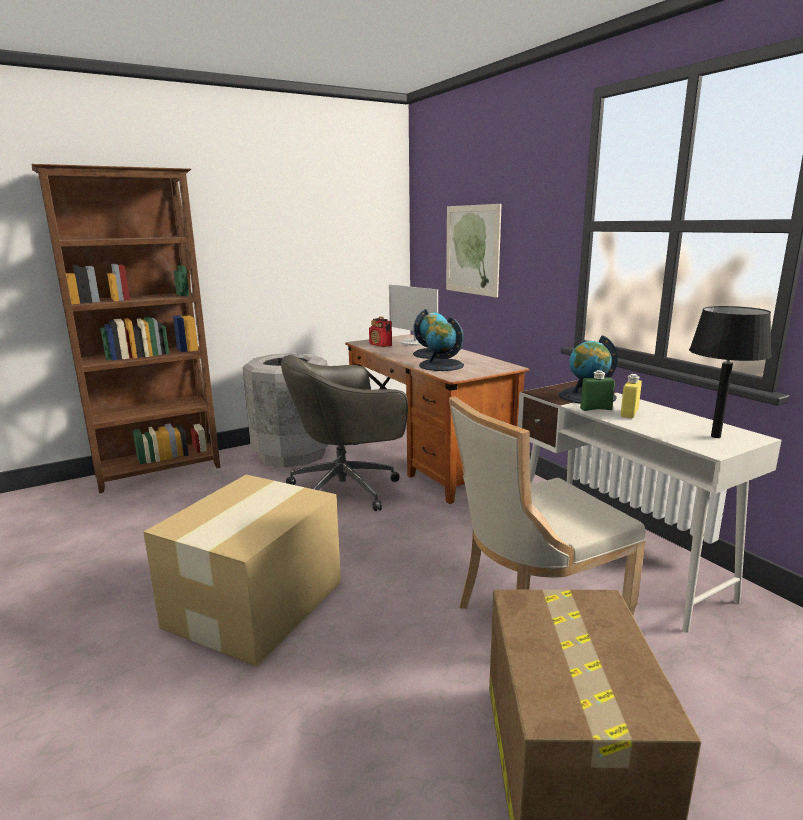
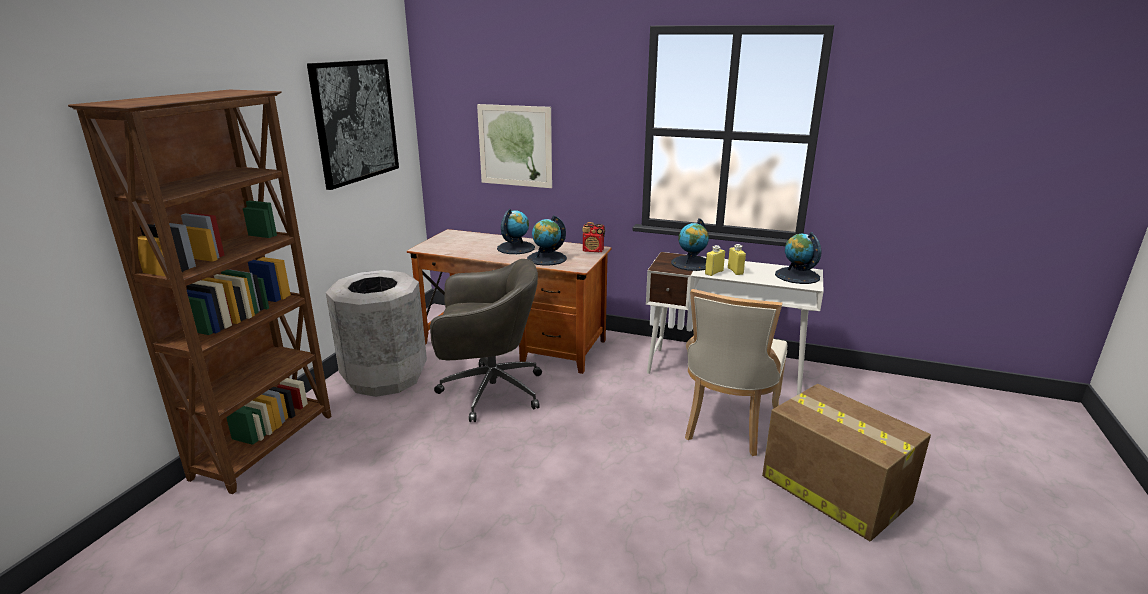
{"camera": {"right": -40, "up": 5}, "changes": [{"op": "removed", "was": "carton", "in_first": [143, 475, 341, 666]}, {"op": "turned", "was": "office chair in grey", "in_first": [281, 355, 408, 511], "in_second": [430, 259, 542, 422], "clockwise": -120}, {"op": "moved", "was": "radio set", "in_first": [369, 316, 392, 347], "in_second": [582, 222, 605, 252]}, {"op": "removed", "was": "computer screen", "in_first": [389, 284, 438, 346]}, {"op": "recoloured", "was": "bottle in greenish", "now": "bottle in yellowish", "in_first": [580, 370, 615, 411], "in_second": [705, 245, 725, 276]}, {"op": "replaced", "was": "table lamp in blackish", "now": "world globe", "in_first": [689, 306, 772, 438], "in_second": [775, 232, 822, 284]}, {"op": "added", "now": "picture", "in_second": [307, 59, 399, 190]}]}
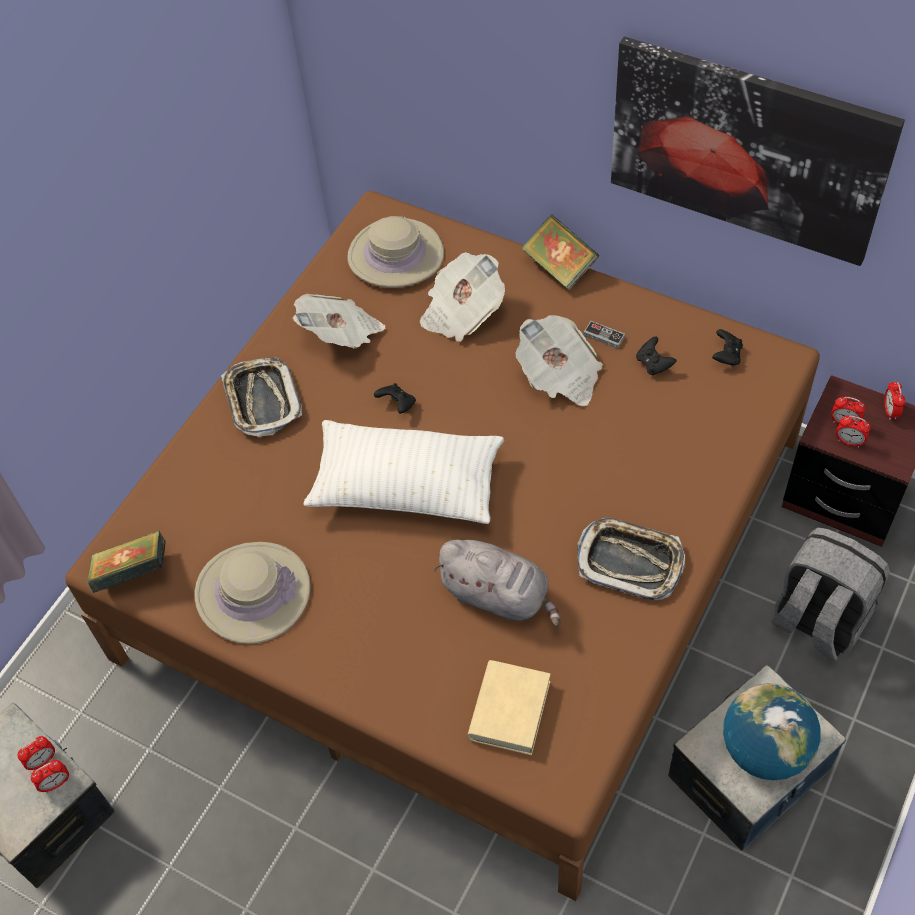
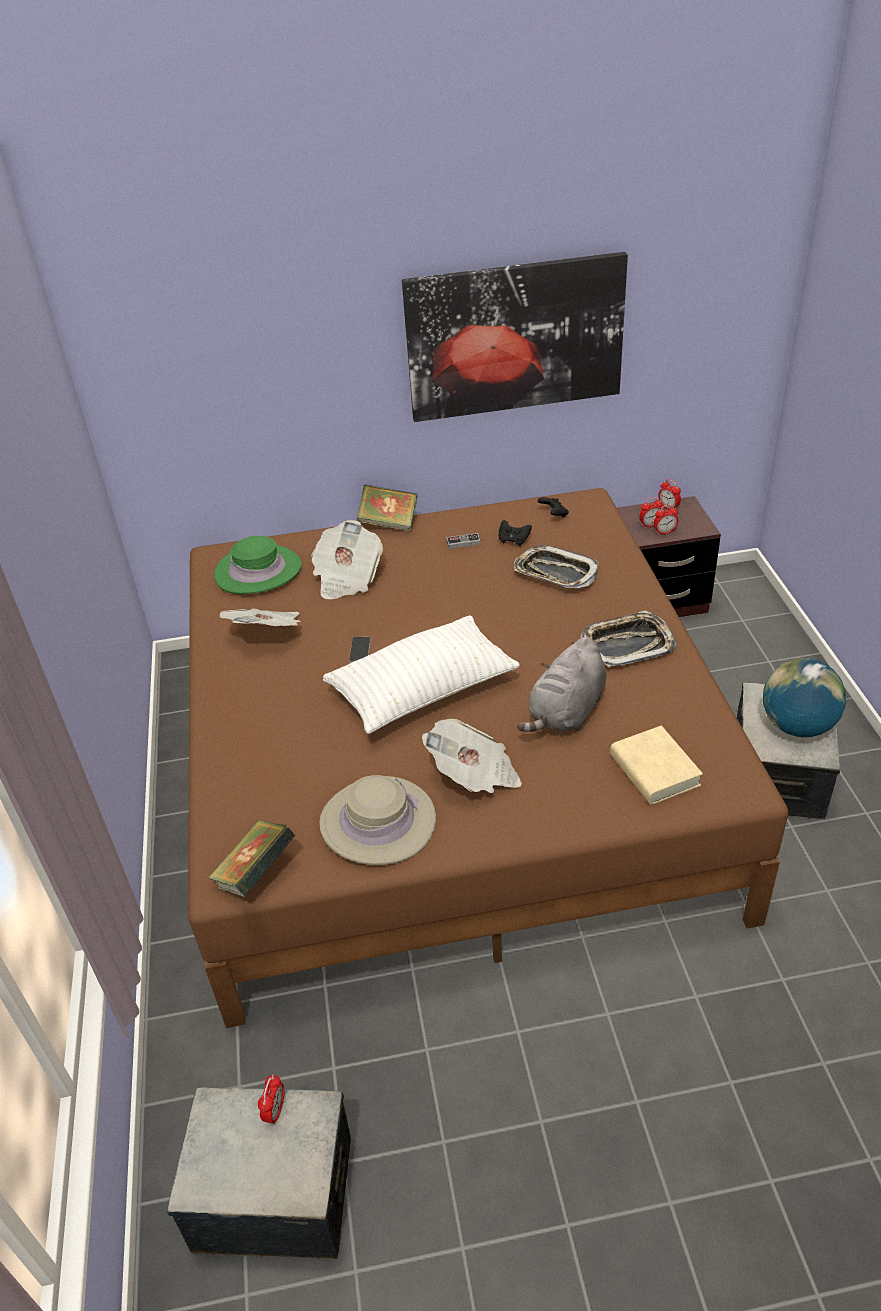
{"camera": {"right": -40, "up": -15}, "changes": [{"op": "removed", "was": "table clock", "in_first": [31, 760, 69, 792]}, {"op": "moved", "was": "serving tray", "in_first": [221, 357, 302, 437], "in_second": [514, 545, 598, 588]}, {"op": "recoloured", "was": "clothing hat in beige-coloured", "now": "clothing hat in greenish", "in_first": [347, 216, 444, 288], "in_second": [214, 536, 302, 594]}, {"op": "replaced", "was": "game controller in blackish", "now": "phone", "in_first": [374, 383, 416, 414], "in_second": [349, 637, 371, 663]}, {"op": "turned", "was": "soft toy in grey", "in_first": [433, 540, 561, 627], "in_second": [517, 637, 606, 732], "clockwise": 135}, {"op": "moved", "was": "daily paper", "in_first": [515, 315, 603, 406], "in_second": [422, 719, 522, 793]}, {"op": "removed", "was": "knapsack in grey", "in_first": [771, 527, 890, 661]}]}
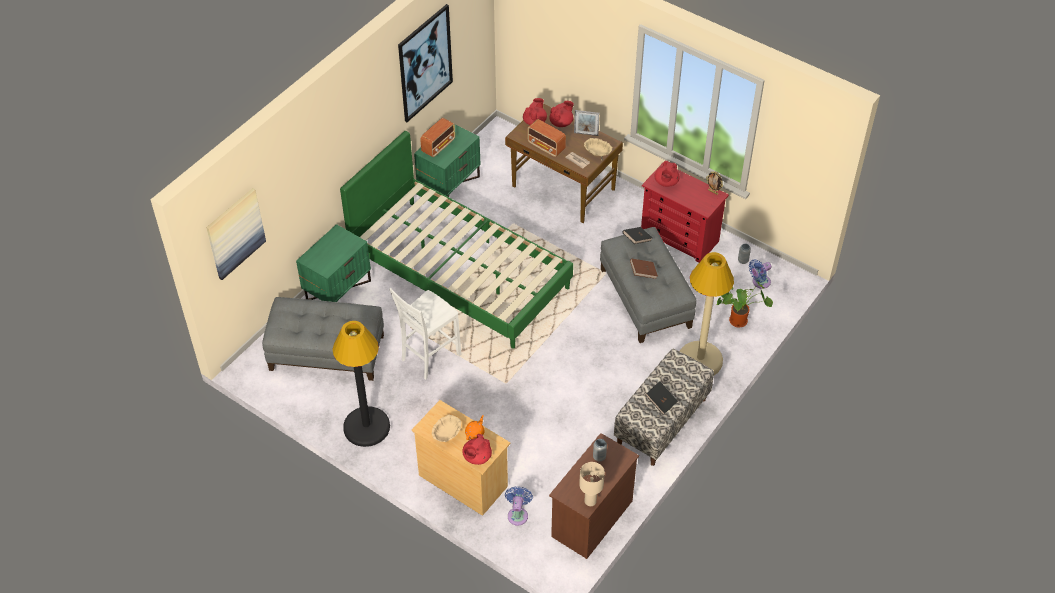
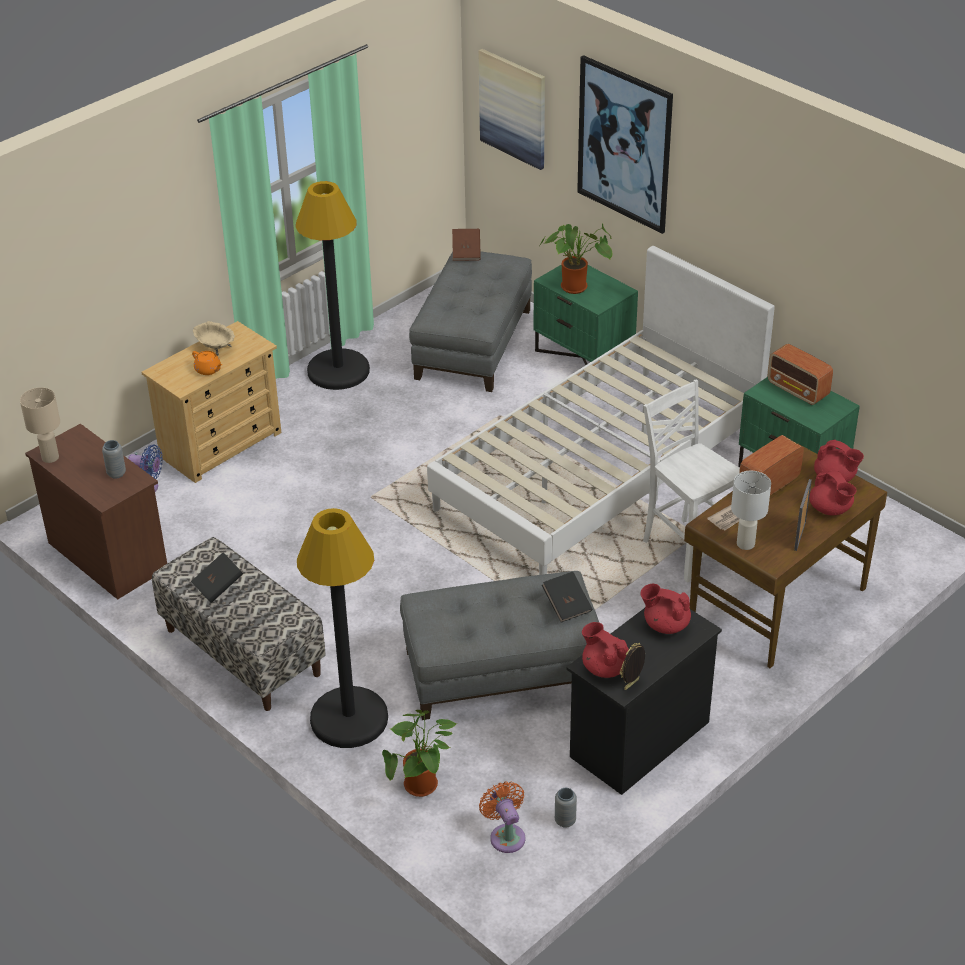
{"camera": {"right": 100, "up": -10}, "changes": [{"op": "recoloured", "was": "bedroom bed in greenish", "now": "bedroom bed in whitish", "in_first": [340, 131, 573, 348], "in_second": [427, 246, 775, 575]}, {"op": "moved", "was": "upright chair in whitish", "in_first": [389, 288, 461, 380], "in_second": [643, 380, 740, 583]}, {"op": "moved", "was": "picture", "in_first": [398, 4, 453, 122], "in_second": [577, 55, 673, 234]}, {"op": "moved", "was": "tea pot in reddish", "in_first": [463, 434, 492, 465], "in_second": [582, 622, 629, 678]}, {"op": "replaced", "was": "bowl in beige-coloured", "now": "table lamp in whitish", "in_first": [584, 138, 613, 160], "in_second": [731, 471, 771, 550]}, {"op": "moved", "was": "volume in brown-coloured", "in_first": [630, 258, 658, 279], "in_second": [452, 229, 481, 261]}, {"op": "recoloured", "was": "drawer chest in reddish", "now": "drawer chest in blackish", "in_first": [641, 163, 729, 263], "in_second": [566, 608, 722, 795]}, {"op": "recoloured", "was": "floor lamp in beige-coloured", "now": "floor lamp in blackish", "in_first": [680, 252, 734, 375], "in_second": [297, 508, 388, 748]}, {"op": "recoloured", "was": "fan in bluish", "now": "fan in orange-coloured", "in_first": [749, 260, 772, 289], "in_second": [479, 781, 525, 853]}, {"op": "added", "now": "houseplant", "in_second": [539, 223, 613, 294]}]}
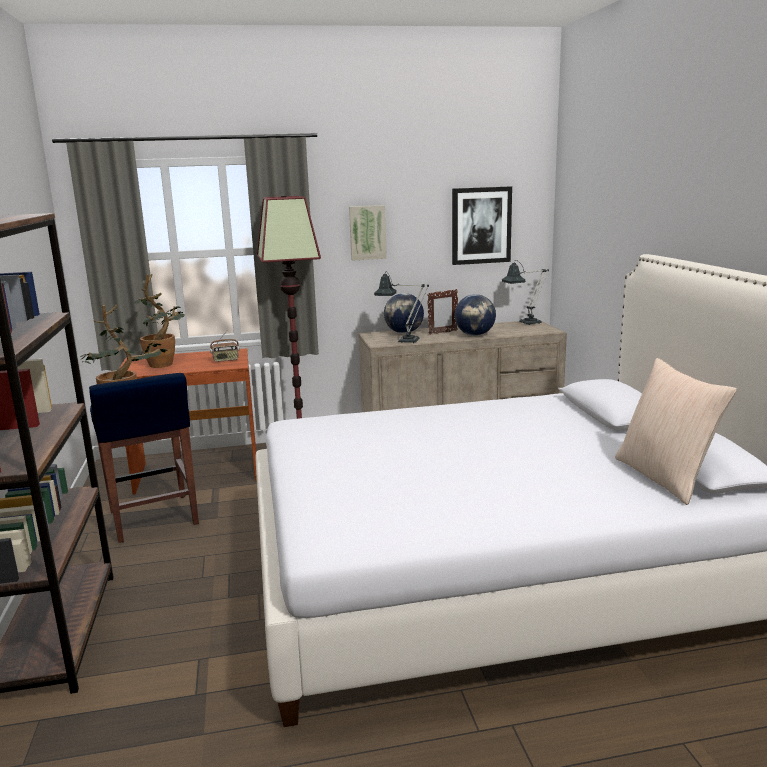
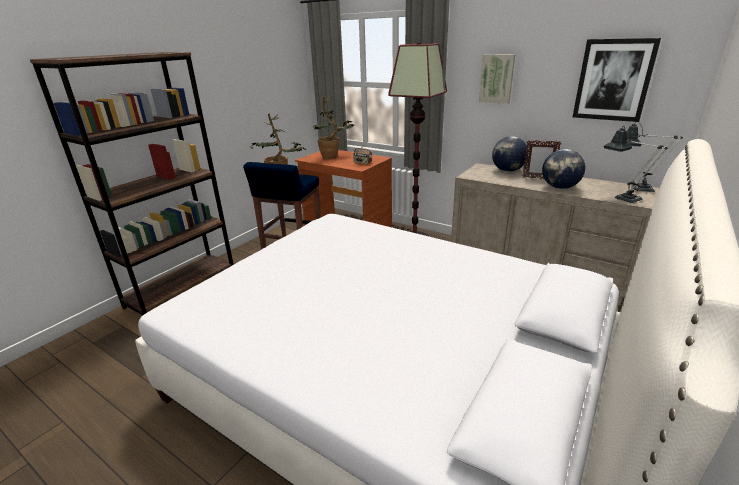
{"camera": {"right": 45, "up": 10}, "changes": [{"op": "moved", "was": "table lamp", "in_first": [374, 271, 429, 343], "in_second": [604, 125, 668, 203]}, {"op": "removed", "was": "throw pillow in beige-coloured", "in_first": [615, 358, 737, 505]}]}
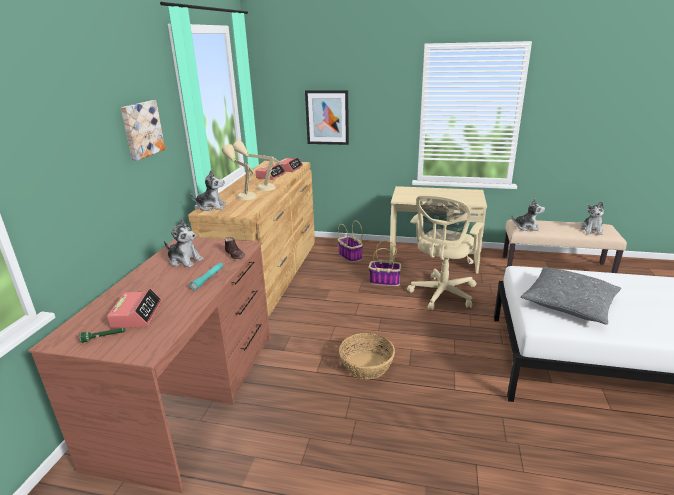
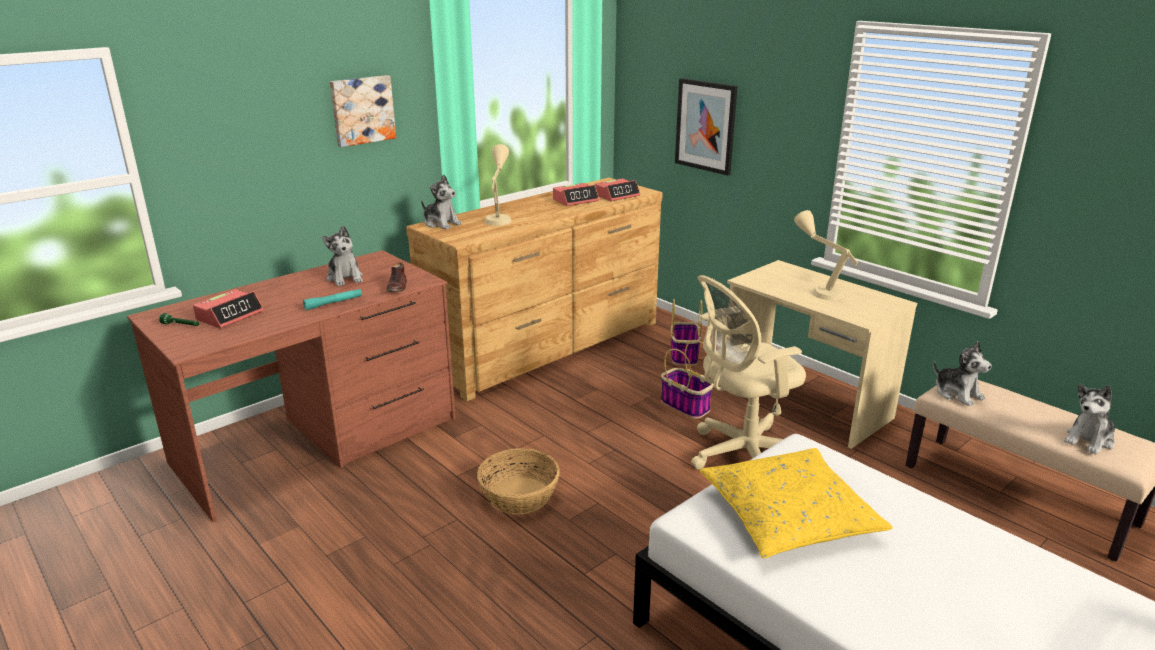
{"camera": {"right": 35, "up": 0}, "changes": [{"op": "moved", "was": "table lamp in beige-coloured", "in_first": [233, 140, 281, 191], "in_second": [794, 210, 858, 300]}, {"op": "recoloured", "was": "throw pillow in grey", "now": "throw pillow in yellowish", "in_first": [521, 267, 621, 325], "in_second": [699, 448, 893, 558]}]}
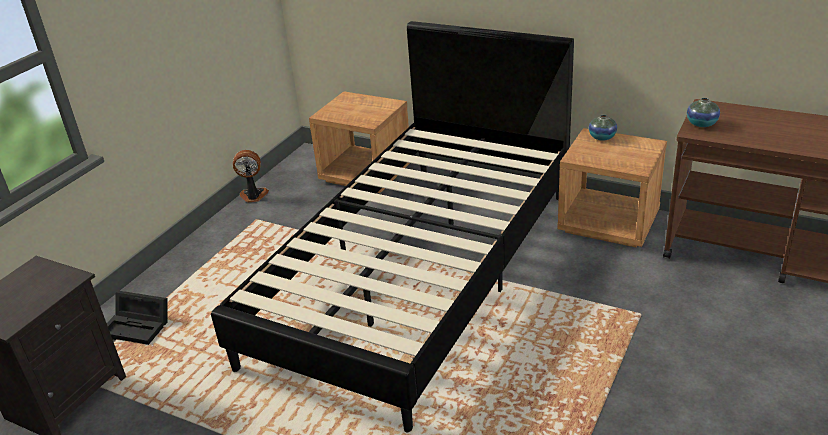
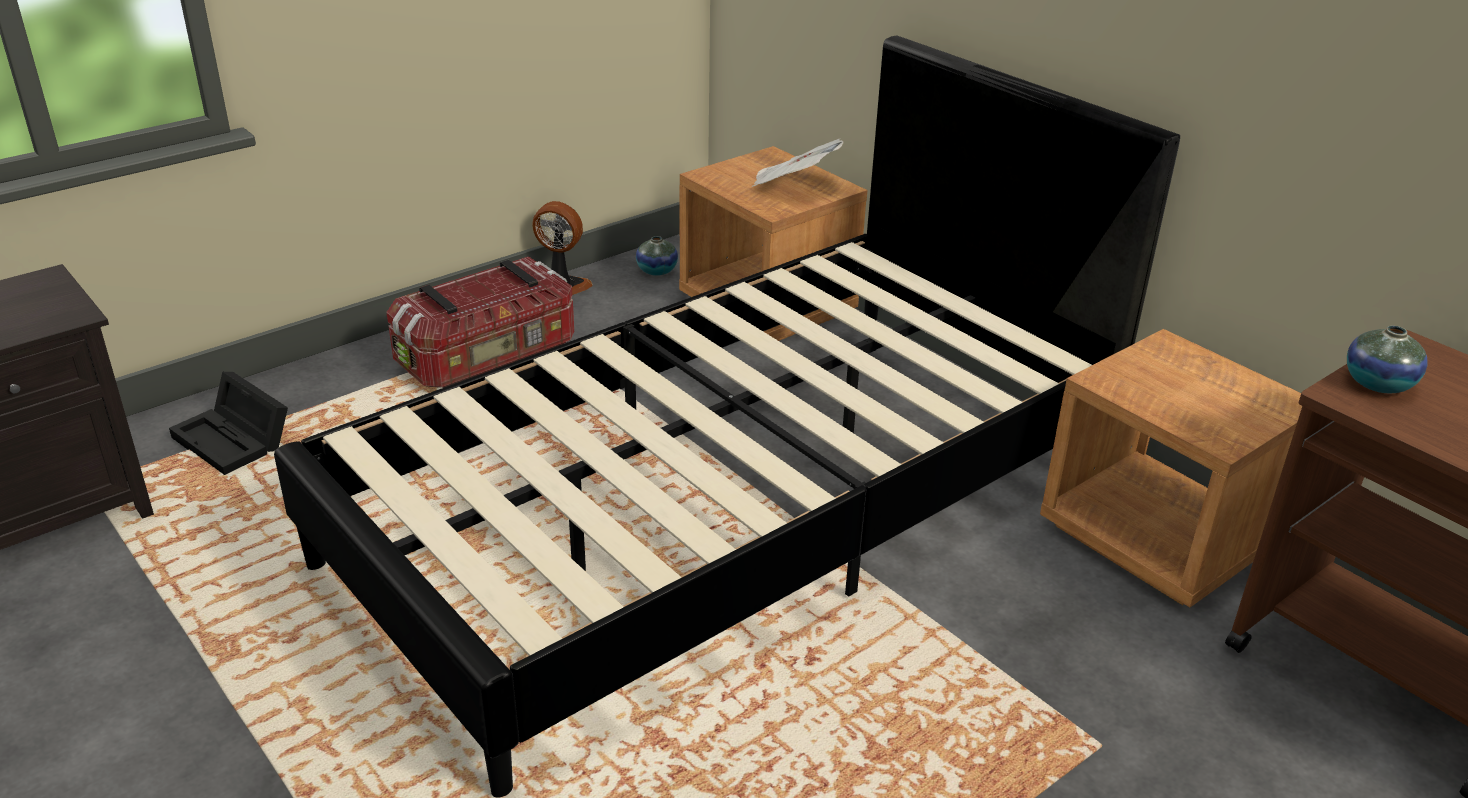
{"camera": {"right": 20, "up": 0}, "changes": [{"op": "moved", "was": "flower vase", "in_first": [589, 114, 617, 140], "in_second": [636, 236, 678, 276]}, {"op": "added", "now": "storage container", "in_second": [386, 257, 574, 388]}, {"op": "added", "now": "daily paper", "in_second": [752, 139, 844, 187]}]}
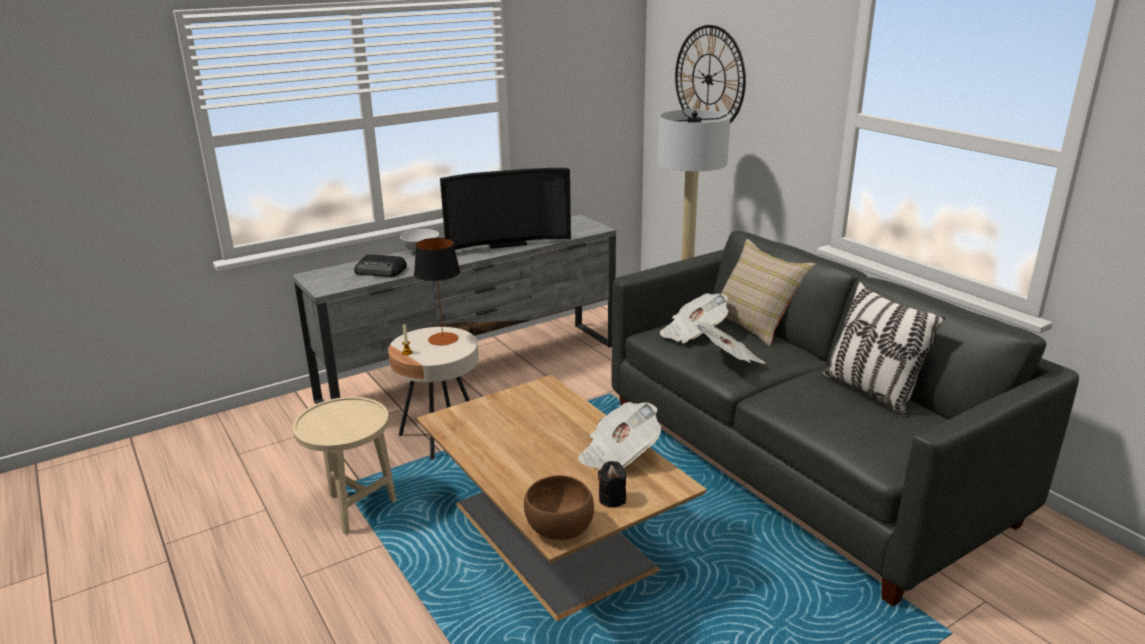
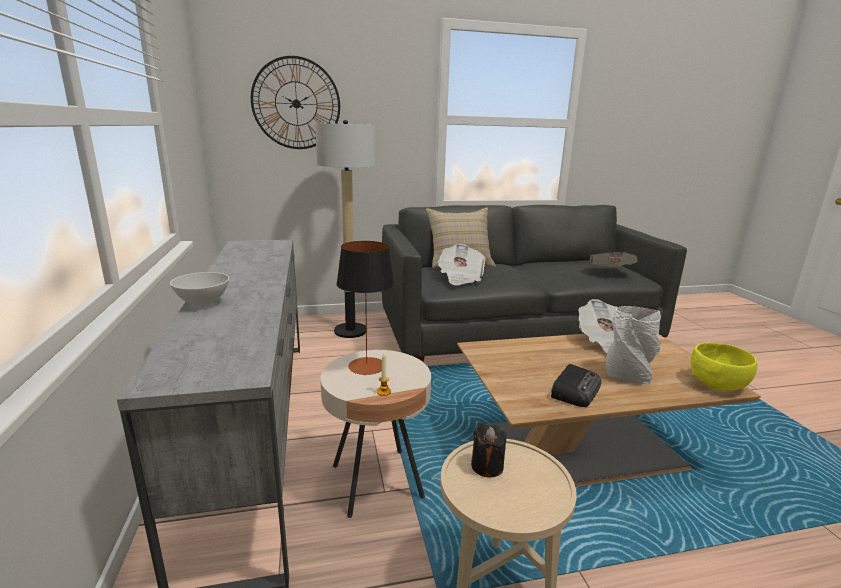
{"camera": {"right": -70, "up": -5}, "changes": [{"op": "moved", "was": "radio set", "in_first": [354, 254, 407, 277], "in_second": [551, 364, 601, 407]}, {"op": "removed", "was": "television", "in_first": [440, 168, 571, 250]}, {"op": "recoloured", "was": "bowl in brown-coloured", "now": "bowl in yellowish", "in_first": [524, 475, 594, 540], "in_second": [691, 342, 757, 391]}, {"op": "moved", "was": "wax light in blackish", "in_first": [598, 461, 626, 508], "in_second": [471, 423, 506, 478]}, {"op": "moved", "was": "daily paper", "in_first": [694, 322, 766, 364], "in_second": [590, 252, 638, 267]}, {"op": "removed", "was": "throw pillow", "in_first": [822, 282, 945, 416]}, {"op": "added", "now": "flower vase in grey", "in_second": [606, 306, 661, 384]}]}
